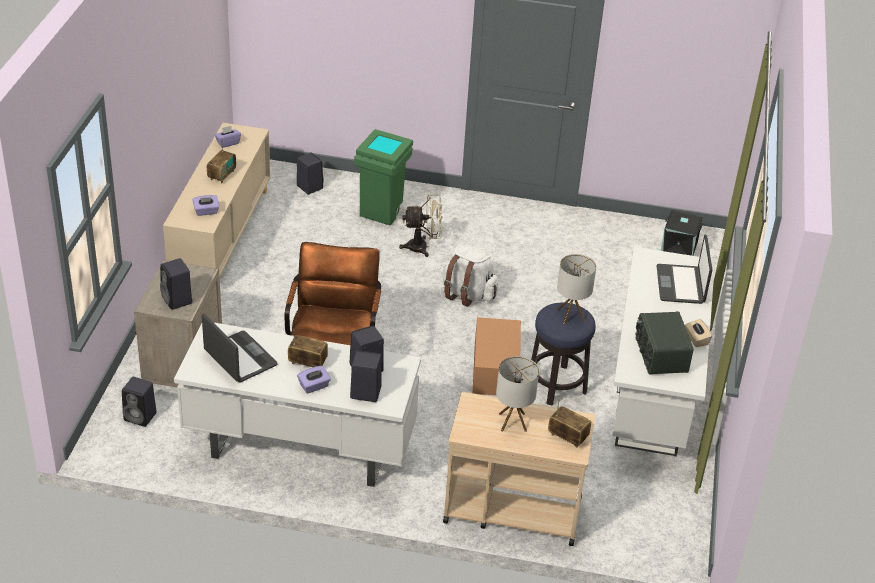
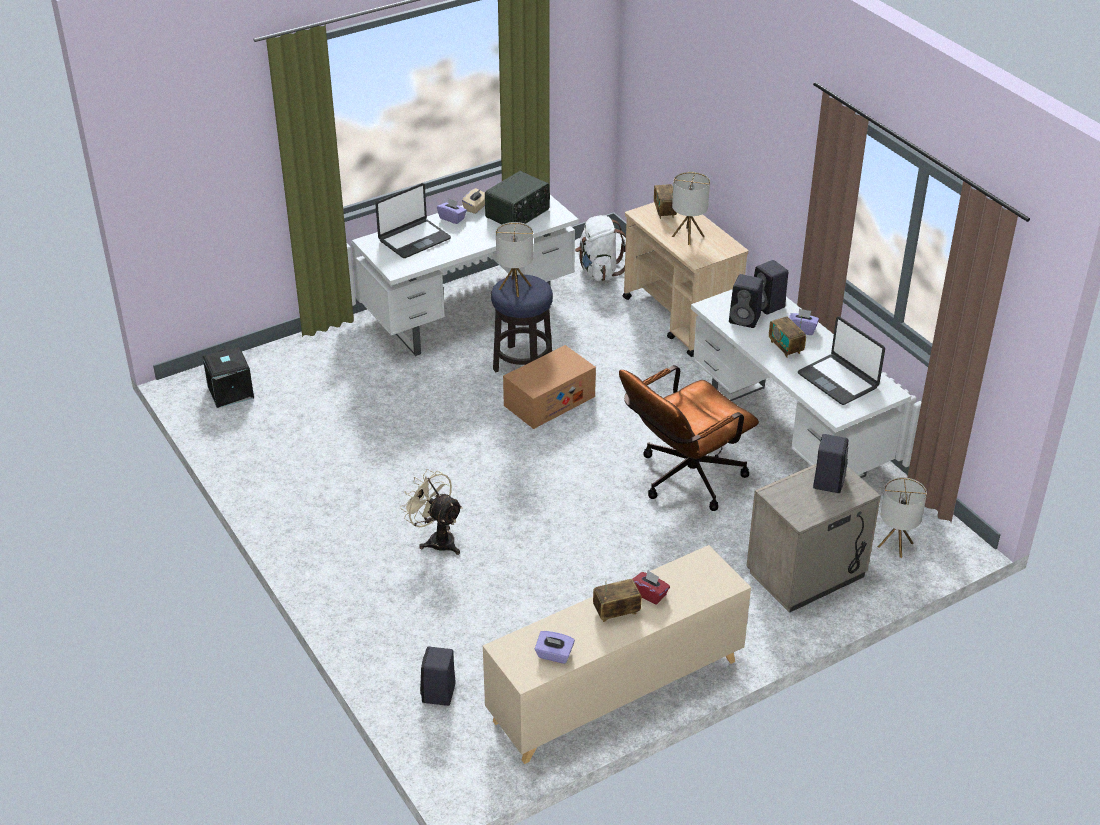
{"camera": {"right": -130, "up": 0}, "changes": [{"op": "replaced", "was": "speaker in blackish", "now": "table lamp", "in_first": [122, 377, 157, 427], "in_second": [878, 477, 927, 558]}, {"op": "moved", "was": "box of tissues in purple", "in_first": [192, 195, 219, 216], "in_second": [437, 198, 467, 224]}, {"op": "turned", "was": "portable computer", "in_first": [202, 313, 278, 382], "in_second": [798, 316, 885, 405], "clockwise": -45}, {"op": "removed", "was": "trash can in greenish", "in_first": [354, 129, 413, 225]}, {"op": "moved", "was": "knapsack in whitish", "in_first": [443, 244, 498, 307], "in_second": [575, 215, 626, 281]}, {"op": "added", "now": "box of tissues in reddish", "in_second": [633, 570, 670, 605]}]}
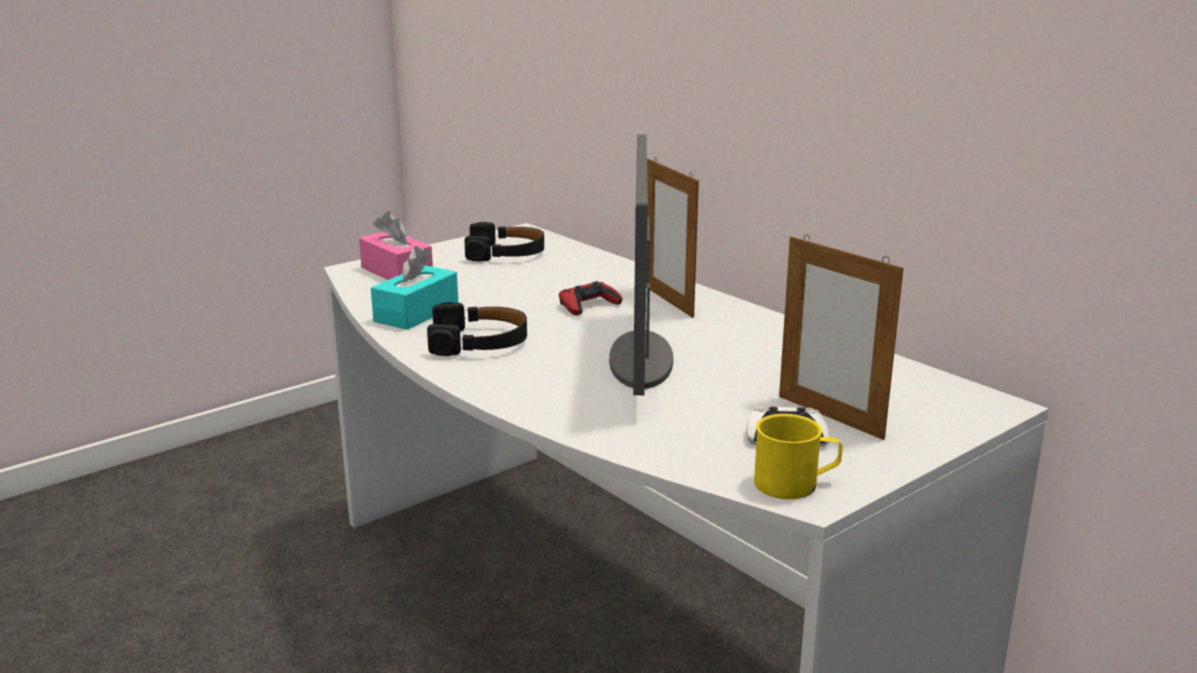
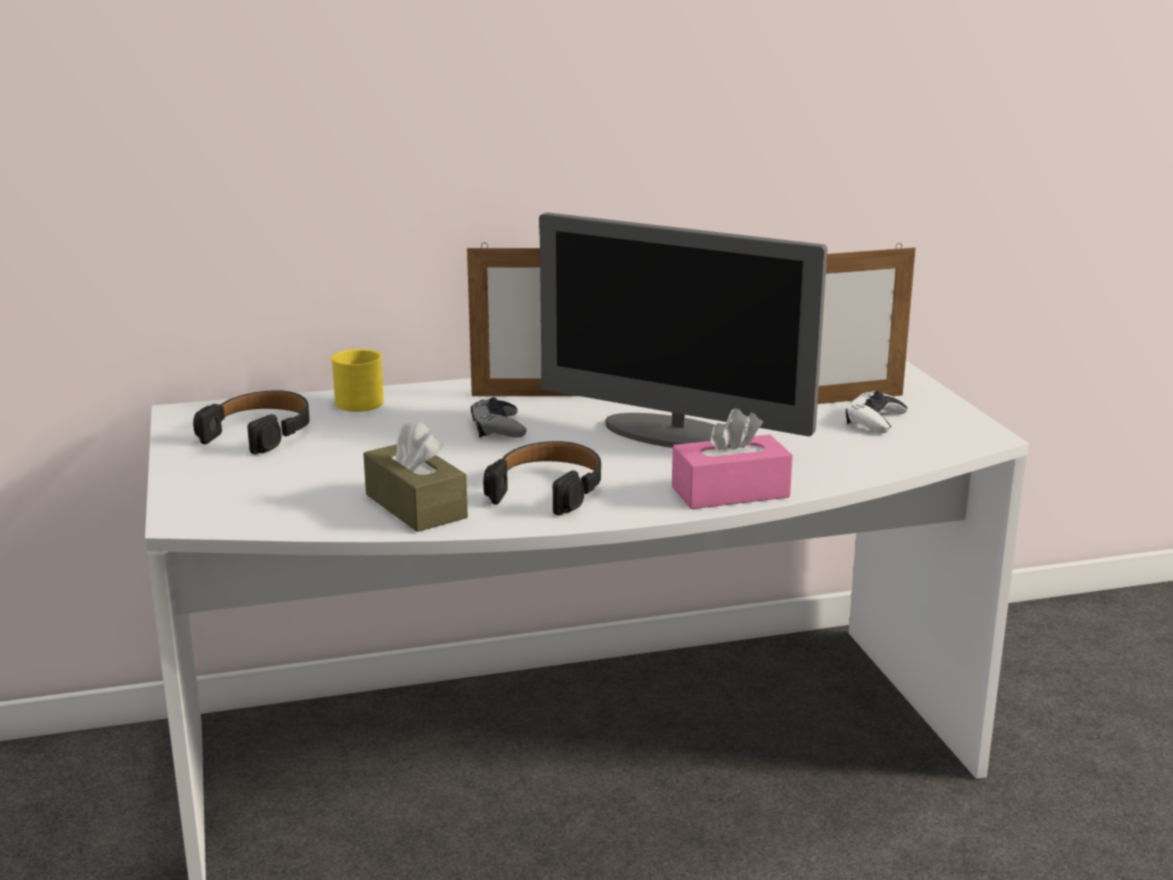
{"camera": {"right": -65, "up": 0}, "changes": [{"op": "moved", "was": "box of tissues in pink-coloured", "in_first": [359, 211, 433, 280], "in_second": [672, 408, 793, 509]}, {"op": "recoloured", "was": "box of tissues in blue-green", "now": "box of tissues in brown-coloured", "in_first": [371, 246, 458, 330], "in_second": [363, 418, 468, 532]}, {"op": "recoloured", "was": "game controller in reddish", "now": "game controller in grey", "in_first": [559, 281, 622, 315], "in_second": [471, 397, 527, 437]}, {"op": "moved", "was": "coffee mug in yellowish", "in_first": [754, 414, 842, 499], "in_second": [331, 349, 384, 412]}]}
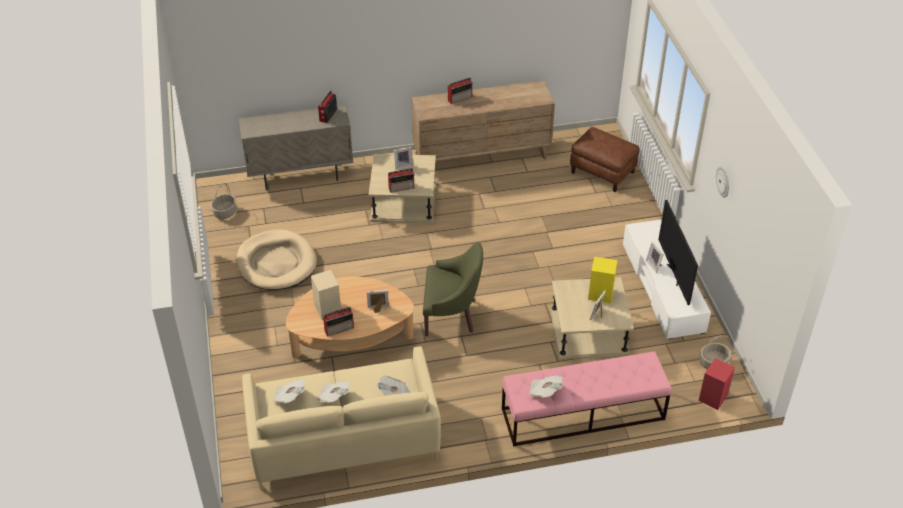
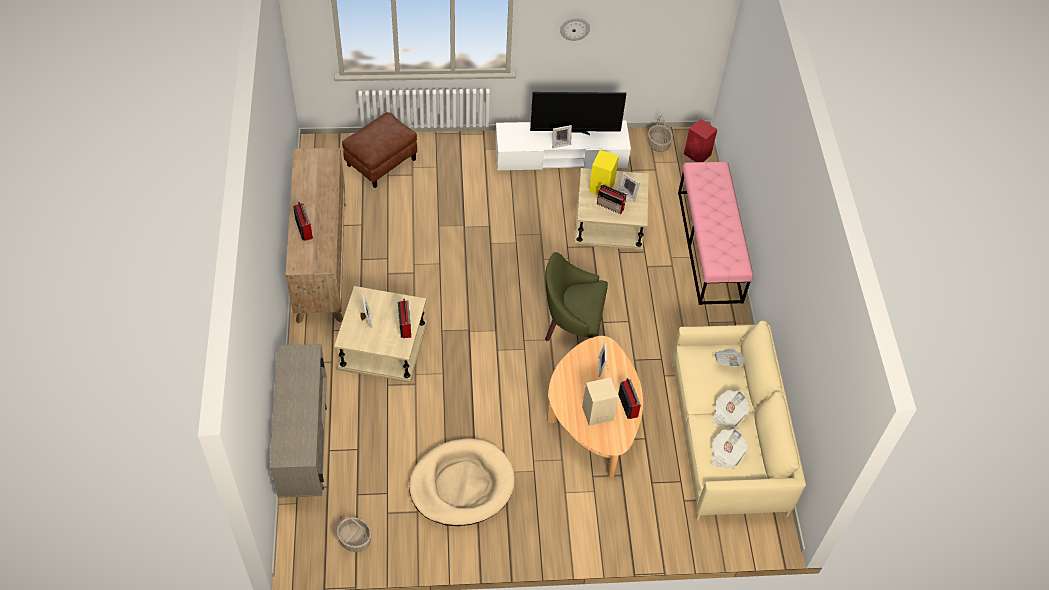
{"camera": {"right": -85, "up": 10}, "changes": [{"op": "moved", "was": "radio set", "in_first": [318, 90, 337, 123], "in_second": [597, 185, 627, 214]}, {"op": "turned", "was": "armchair in greenish", "in_first": [423, 243, 483, 336], "in_second": [545, 252, 608, 341], "clockwise": -90}, {"op": "removed", "was": "daily paper", "in_first": [528, 375, 563, 398]}]}
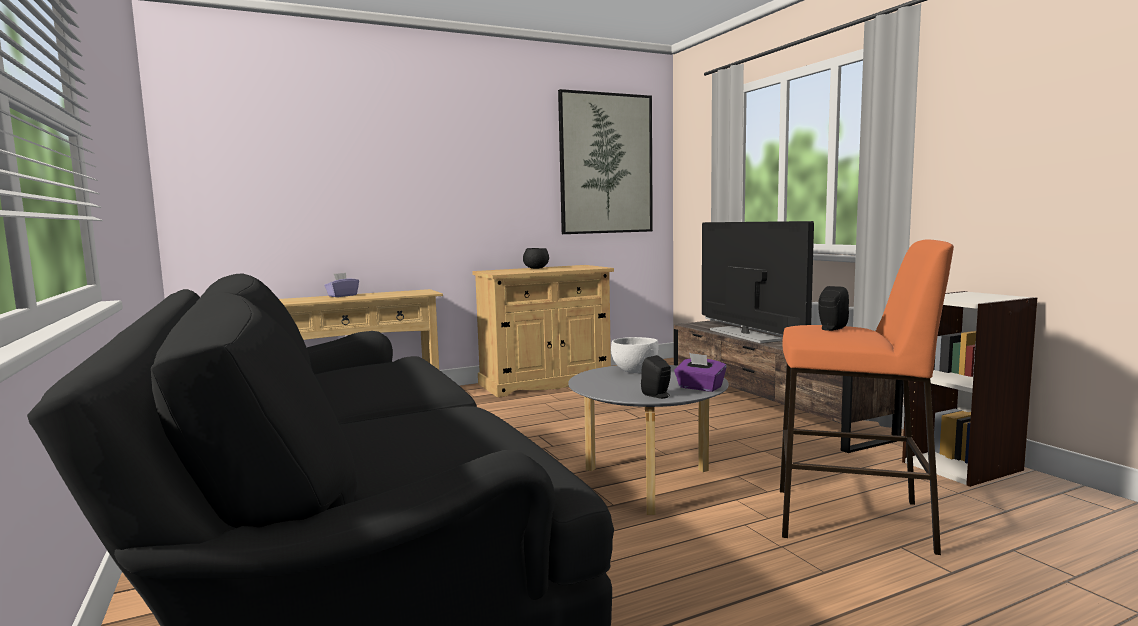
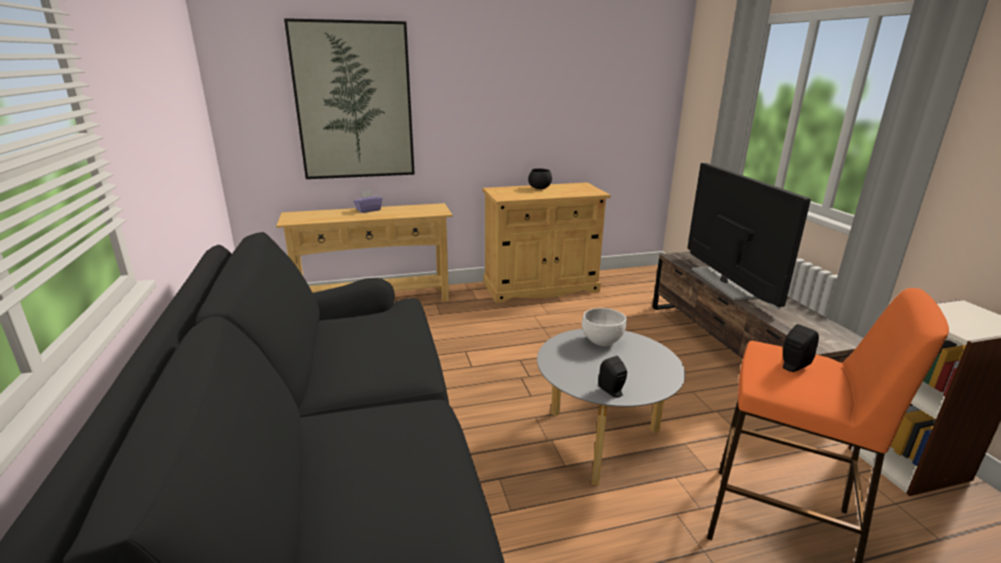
{"camera": {"right": 10, "up": 15}, "changes": [{"op": "moved", "was": "picture", "in_first": [558, 89, 653, 234], "in_second": [284, 18, 415, 179]}, {"op": "removed", "was": "box of tissues in purple", "in_first": [674, 353, 727, 392]}]}
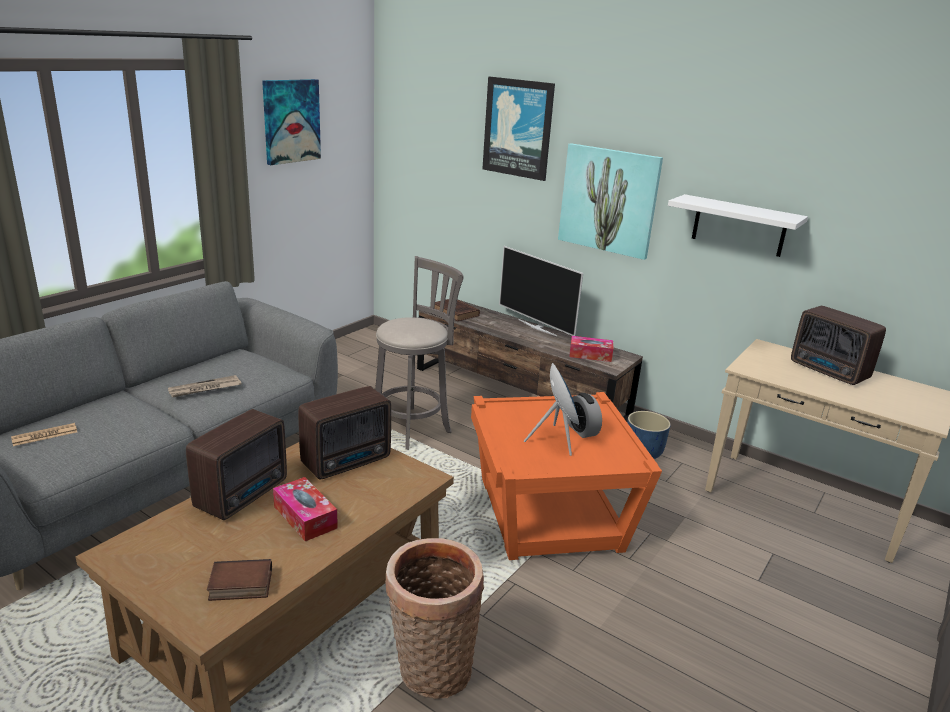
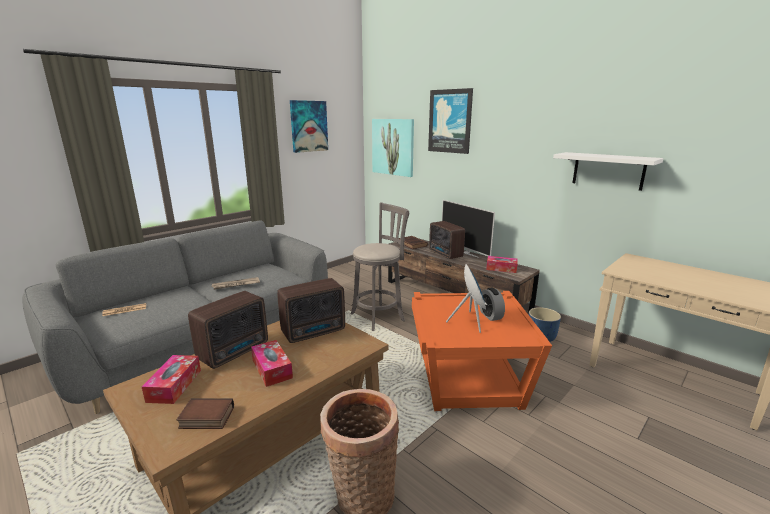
{"camera": {"right": 10, "up": -5}, "changes": [{"op": "moved", "was": "picture", "in_first": [558, 143, 663, 260], "in_second": [372, 119, 414, 177]}, {"op": "moved", "was": "radio set", "in_first": [791, 306, 886, 385], "in_second": [429, 221, 465, 259]}, {"op": "added", "now": "box of tissues", "in_second": [142, 355, 201, 404]}]}
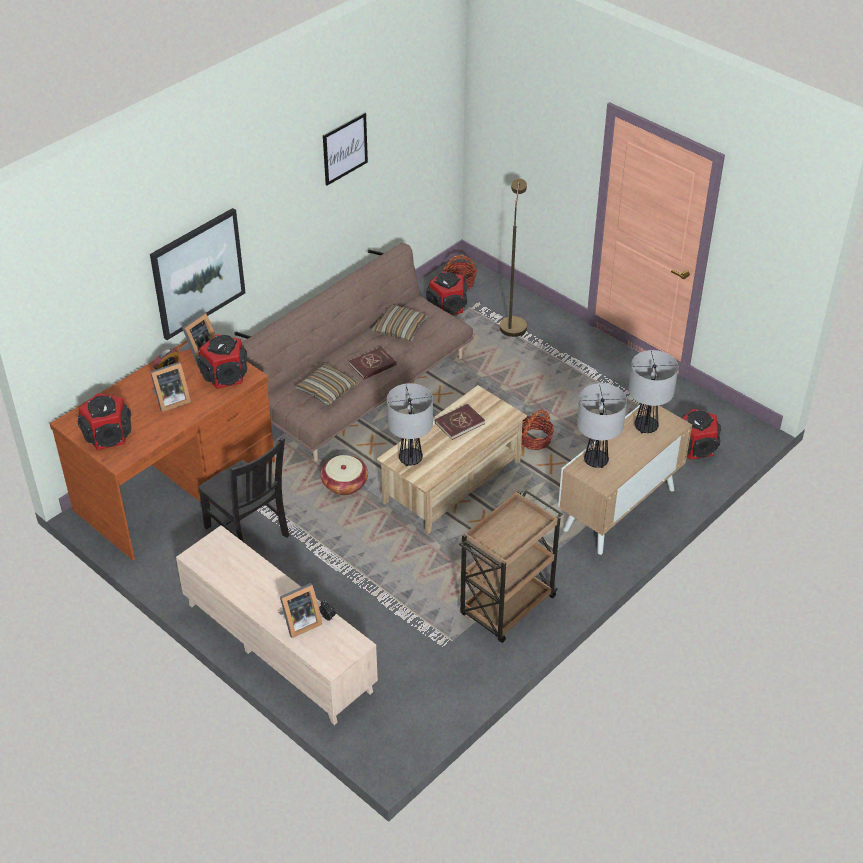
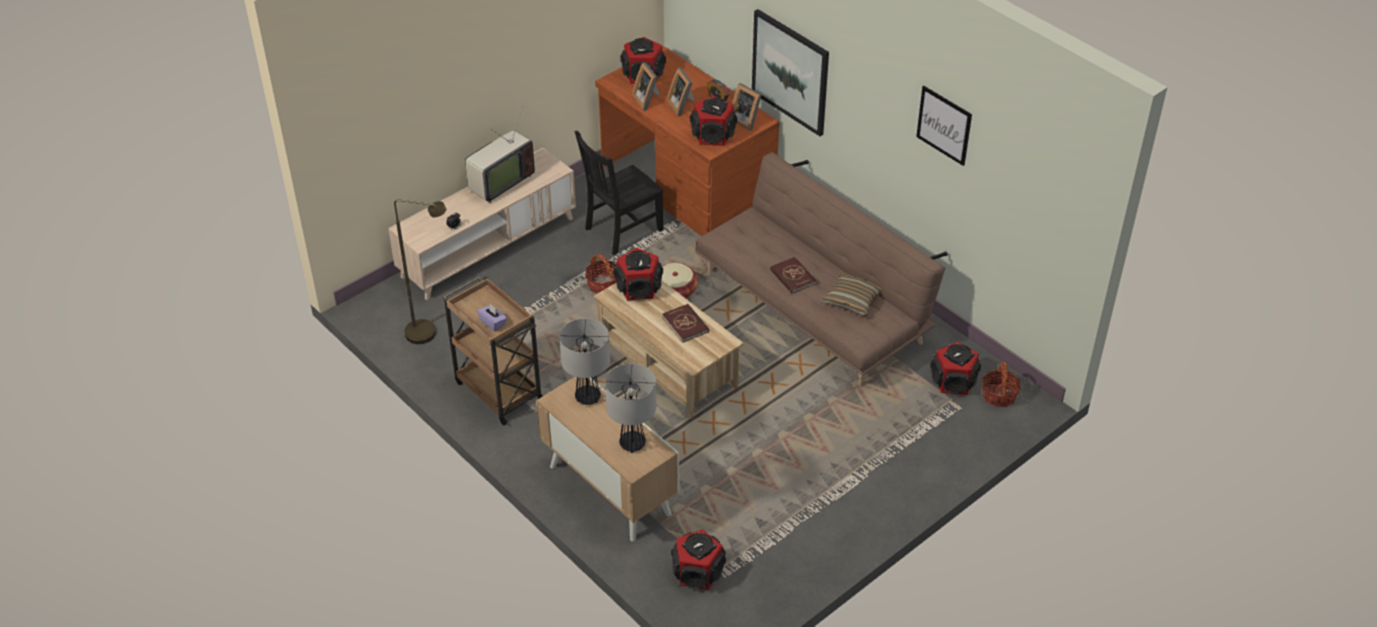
{"camera": {"right": 95, "up": 0}, "changes": [{"op": "moved", "was": "picture frame", "in_first": [278, 583, 322, 638], "in_second": [632, 62, 659, 111]}, {"op": "removed", "was": "throw pillow", "in_first": [295, 363, 358, 406]}, {"op": "replaced", "was": "table lamp", "now": "speaker", "in_first": [387, 383, 433, 466], "in_second": [614, 248, 663, 300]}, {"op": "moved", "was": "floor lamp in brown-coloured", "in_first": [500, 178, 527, 337], "in_second": [394, 200, 446, 344]}, {"op": "moved", "was": "storage basket", "in_first": [521, 410, 554, 450], "in_second": [585, 253, 616, 294]}, {"op": "added", "now": "television", "in_second": [465, 109, 535, 203]}, {"op": "added", "now": "box of tissues in purple", "in_second": [477, 304, 507, 331]}]}
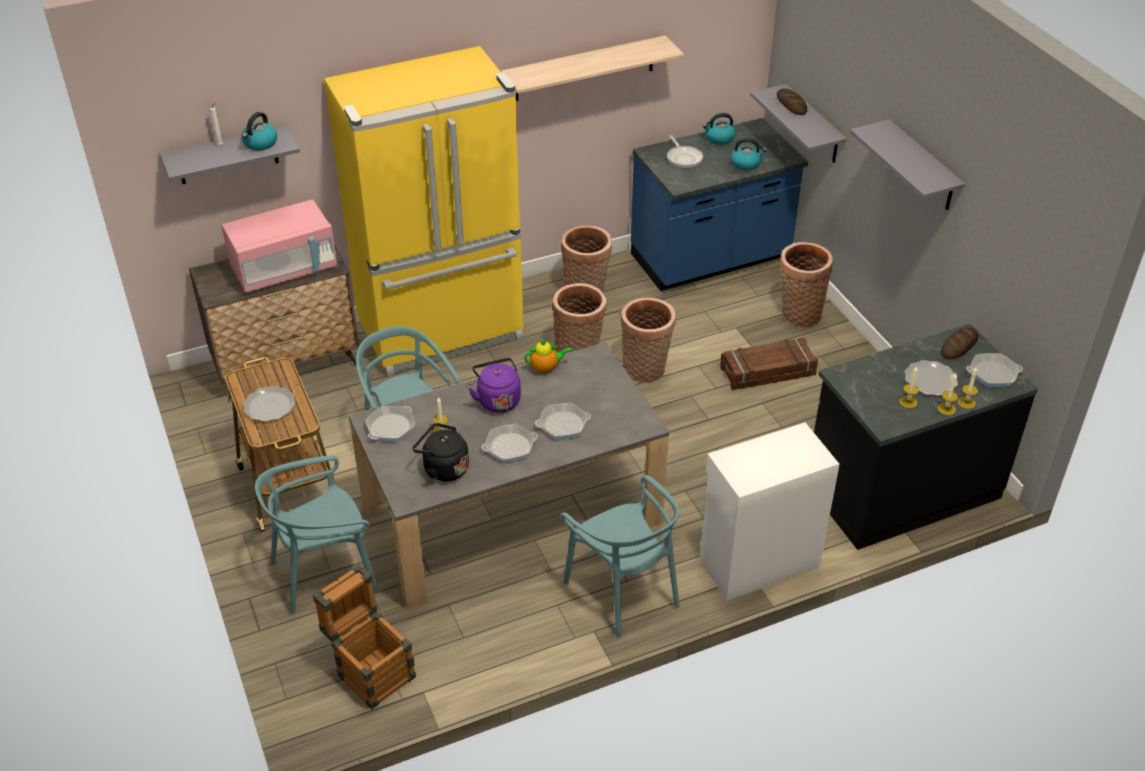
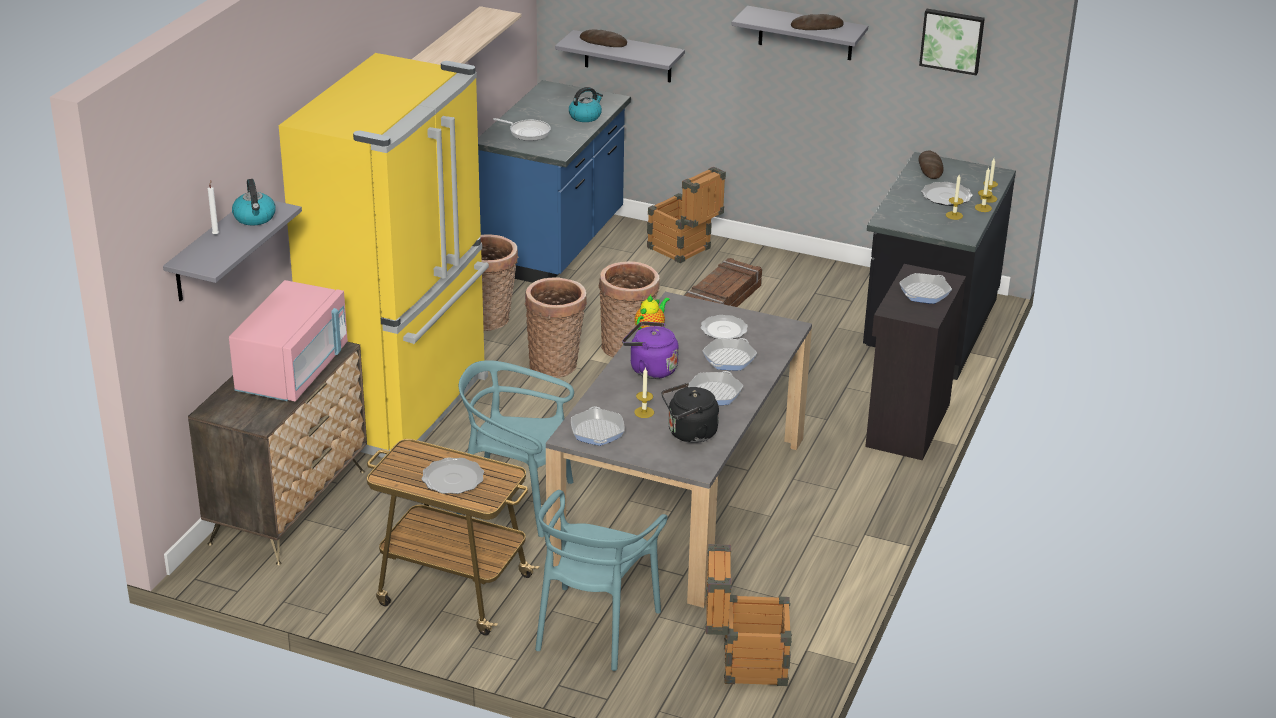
{"camera": {"right": -45, "up": -10}, "changes": [{"op": "removed", "was": "upright chair in blue-green", "in_first": [560, 475, 680, 638]}, {"op": "recoloured", "was": "storage cabinet in whitish", "now": "storage cabinet in blackish", "in_first": [700, 422, 840, 601], "in_second": [865, 264, 966, 460]}, {"op": "removed", "was": "tea kettle", "in_first": [702, 113, 736, 145]}, {"op": "replaced", "was": "storage basket", "now": "packing crate", "in_first": [780, 242, 833, 327], "in_second": [647, 167, 726, 263]}, {"op": "moved", "was": "skillet", "in_first": [967, 353, 1023, 387], "in_second": [899, 273, 952, 304]}, {"op": "added", "now": "dinner plate", "in_second": [701, 315, 748, 339]}, {"op": "added", "now": "bakery bread", "in_second": [791, 14, 843, 30]}, {"op": "added", "now": "picture", "in_second": [919, 9, 985, 75]}]}
